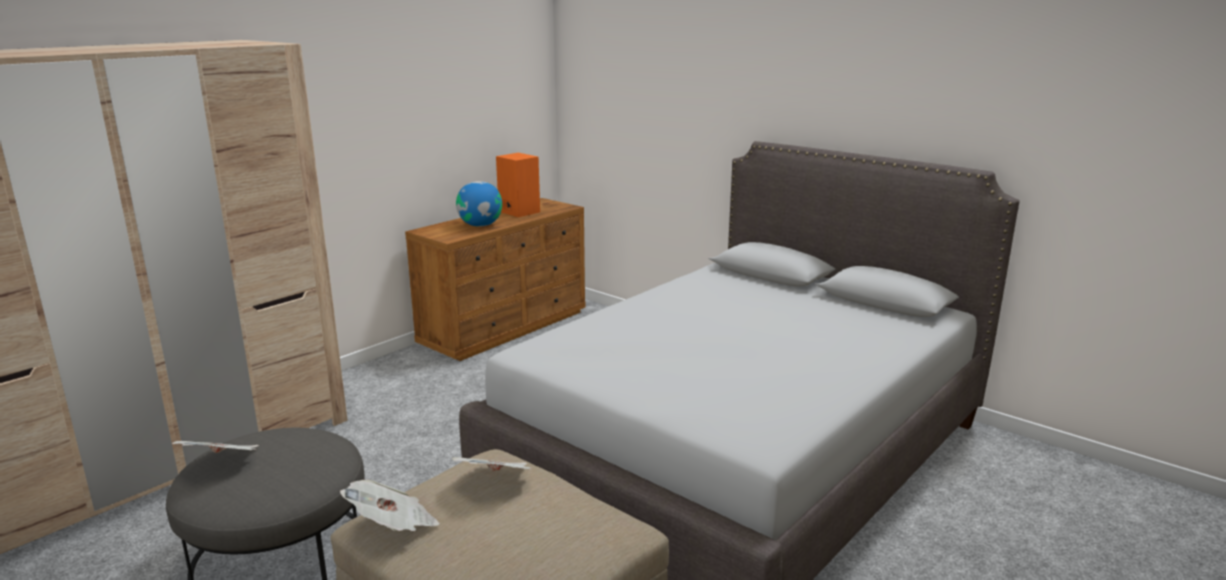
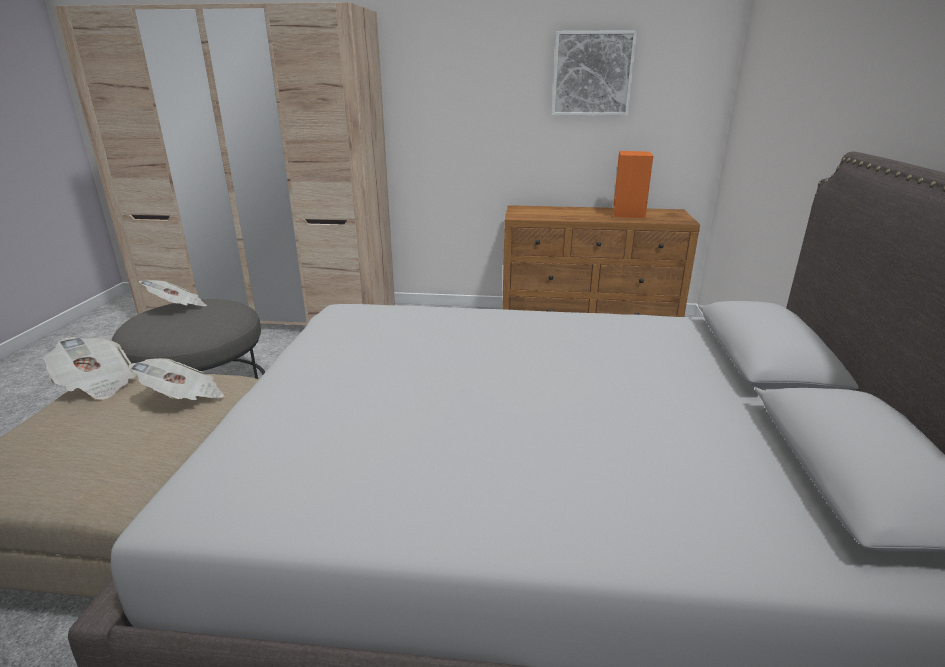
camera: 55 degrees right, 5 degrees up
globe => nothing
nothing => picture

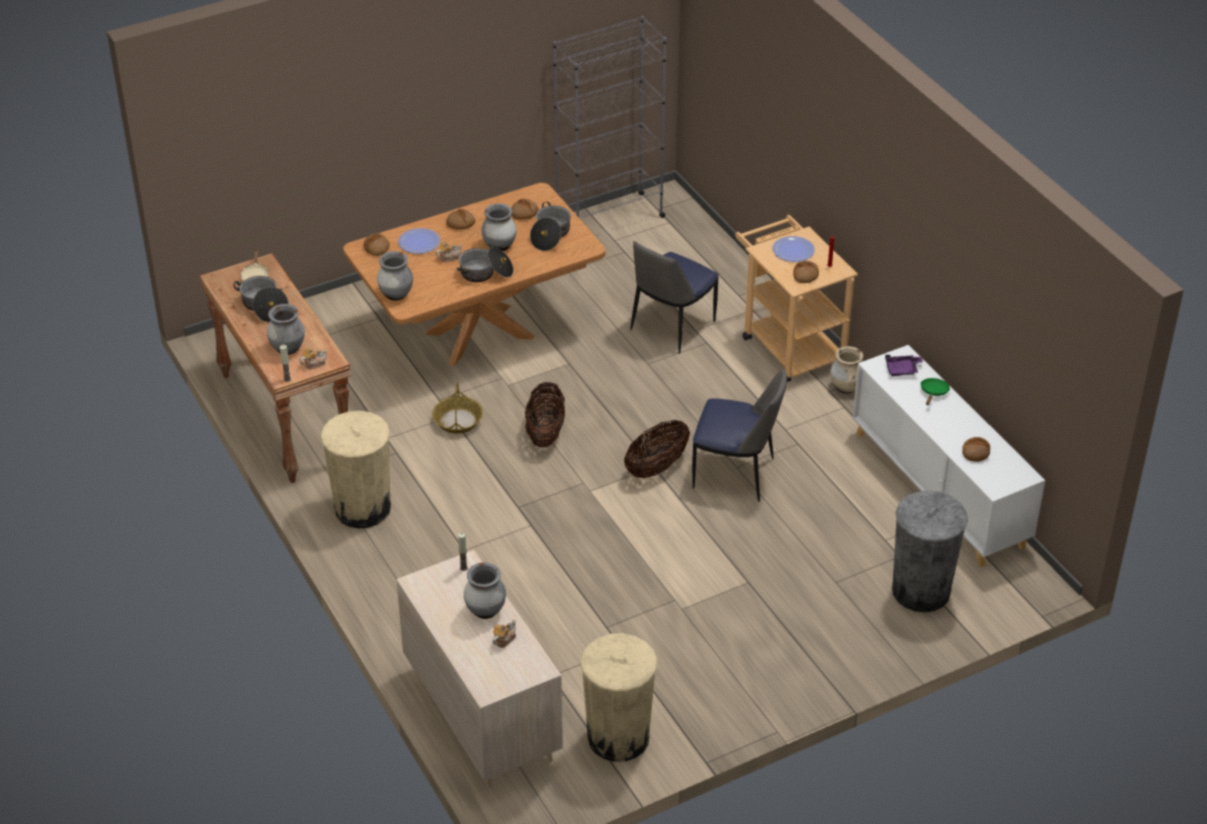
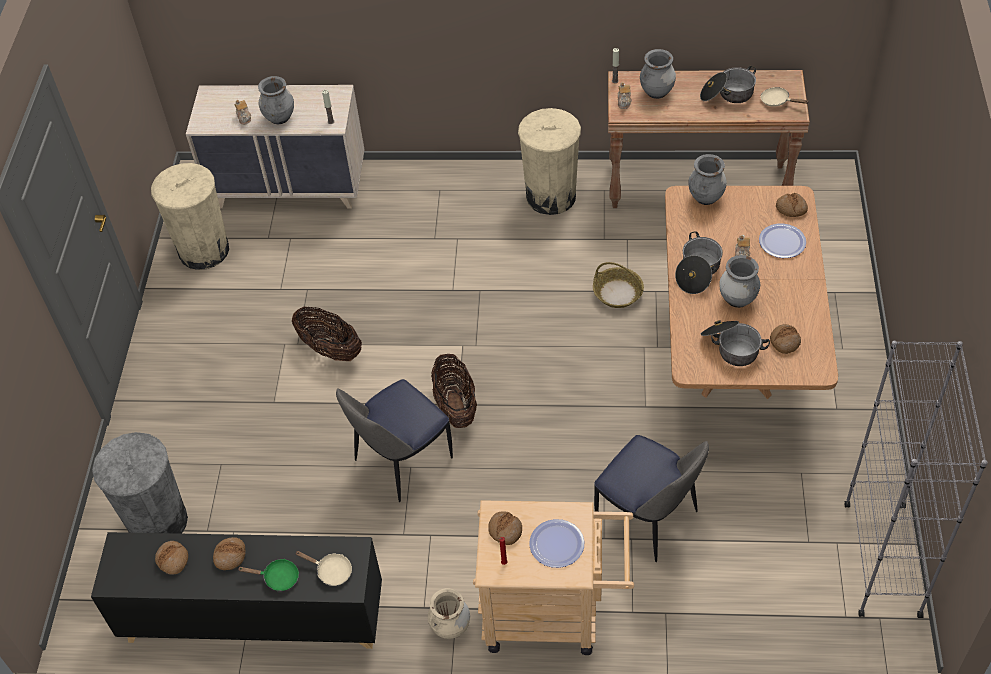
camera: 125 degrees right, 10 degrees up
bread (2nd from left), move
basket (2nd from left in the first image) => basket (1st from left), move
purple_tray => beige_frying_pan (1st from left)
white_cabinet => black_cabinet
chair (1st from left in the first image) => chair (2nd from left), 150 degrees clockwise
green_frying_pan, 45 degrees counterclockwise

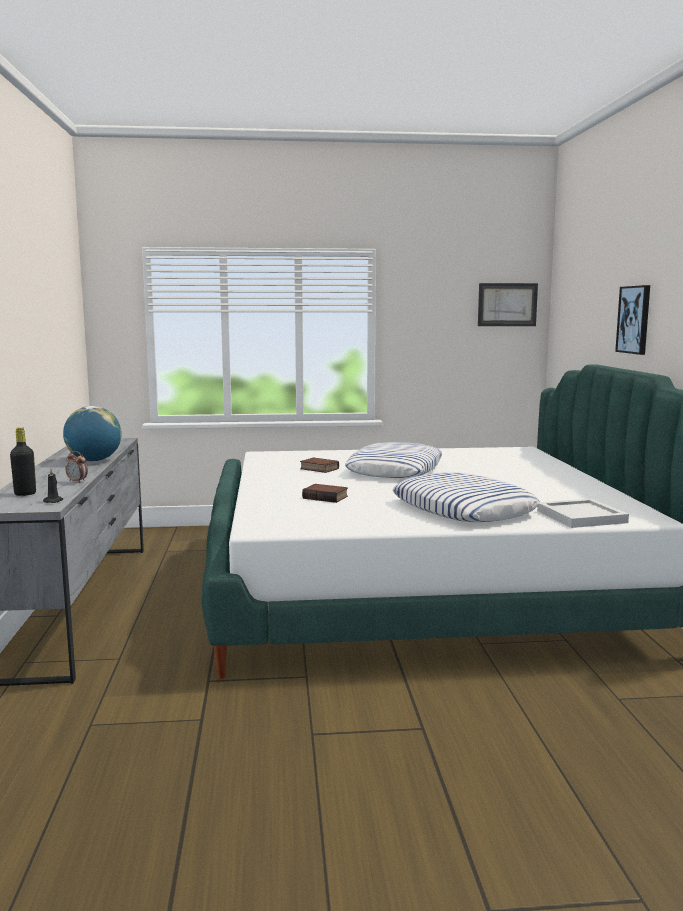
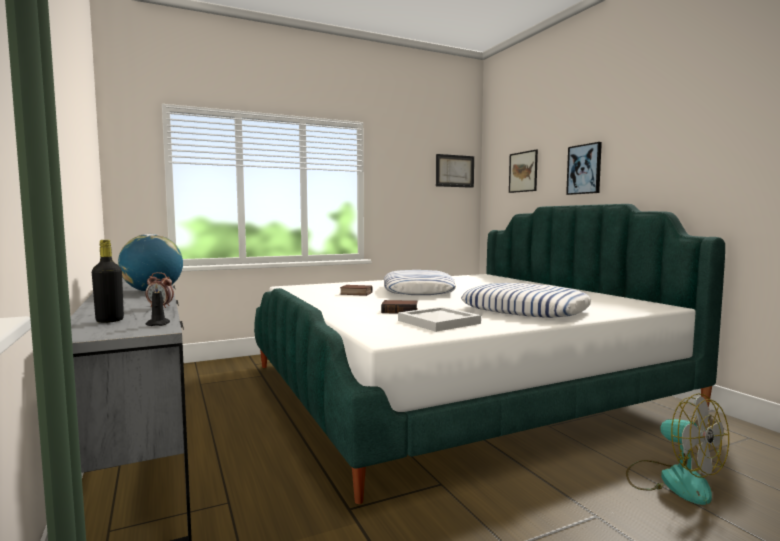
camera: 20 degrees left, 5 degrees down
nothing => picture (2nd from left)
nothing => fan
white_tray, move

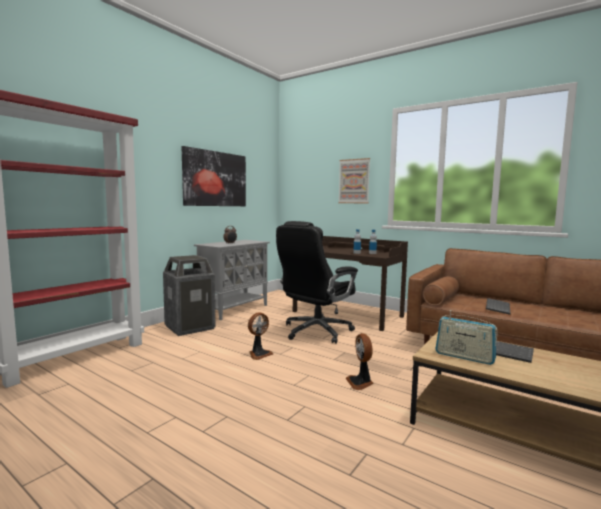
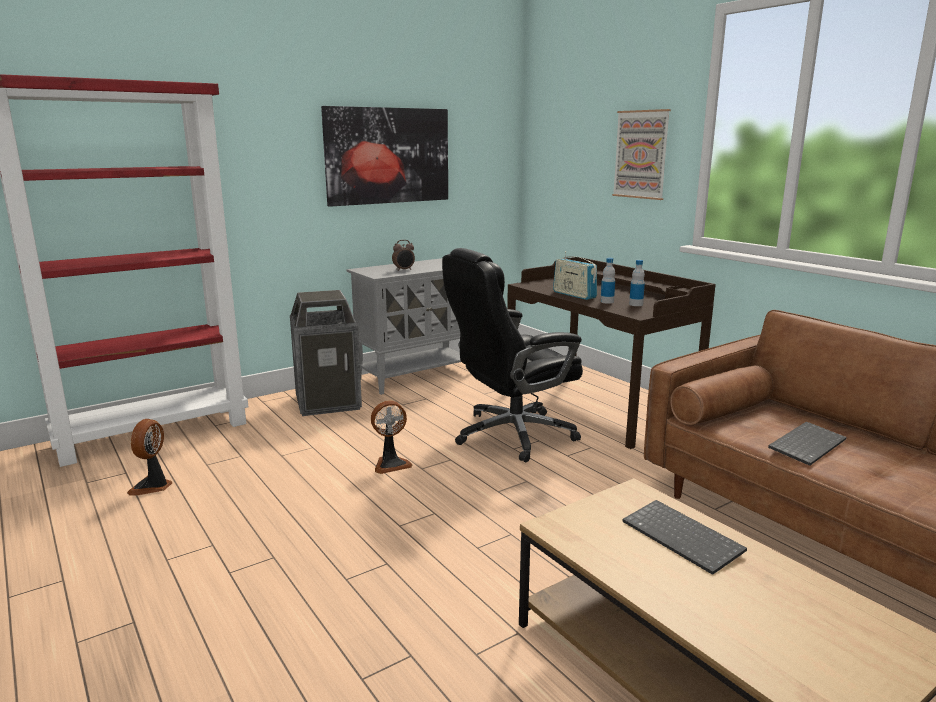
camera: 20 degrees right, 10 degrees up
fan (2nd from left in the first image) => fan (1st from left), move
radio, move

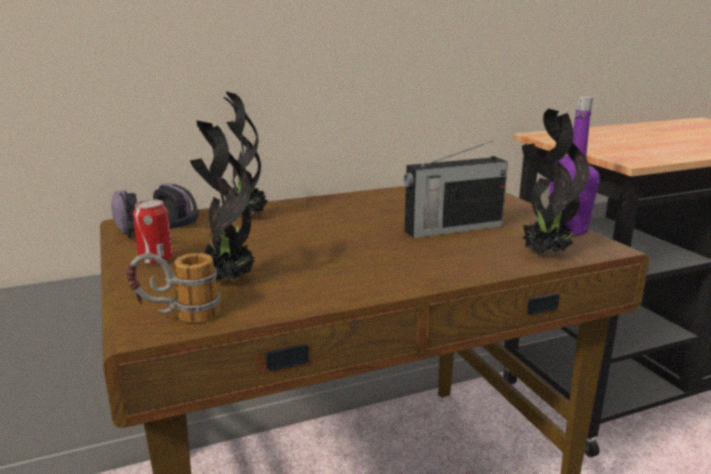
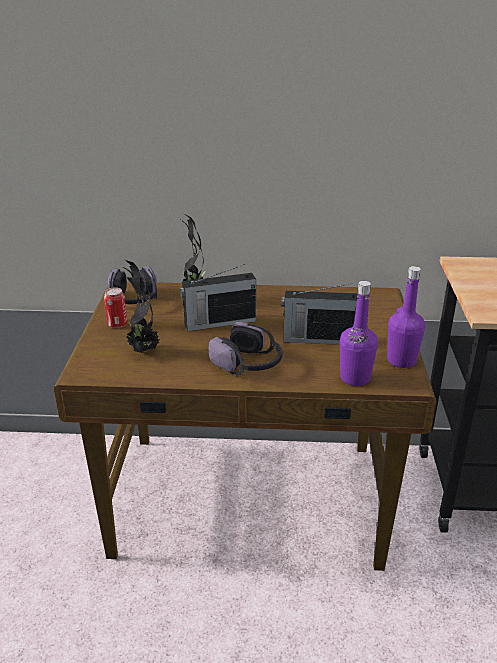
camera: 25 degrees right, 10 degrees up
mug => nothing
nothing => radio (1st from left)
nothing => headphones (2nd from left)
potted_plant (3rd from left) => purple_bottle (1st from left)

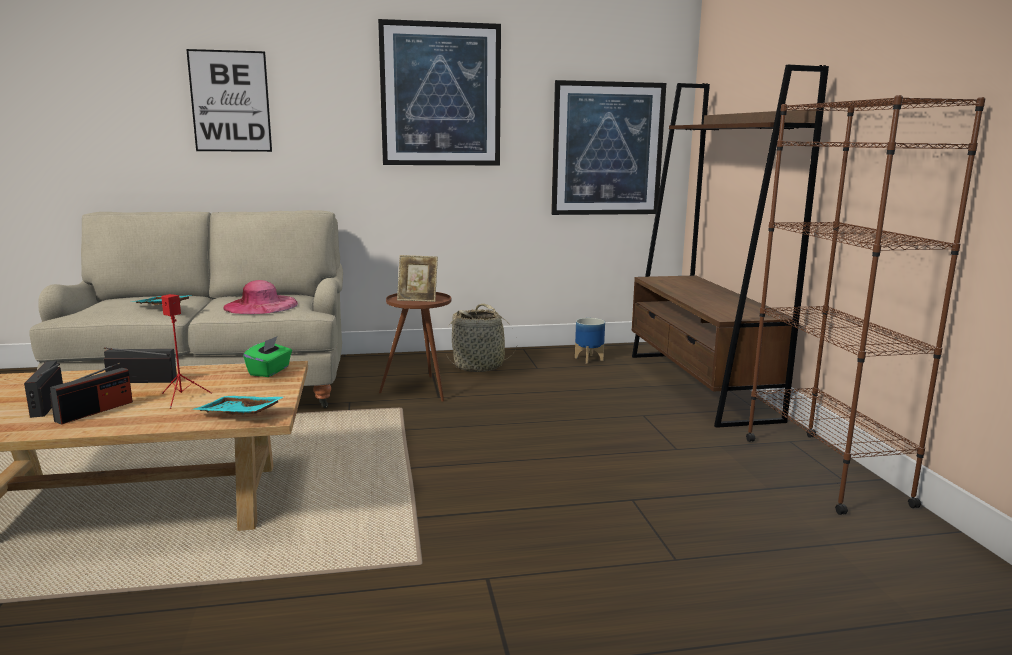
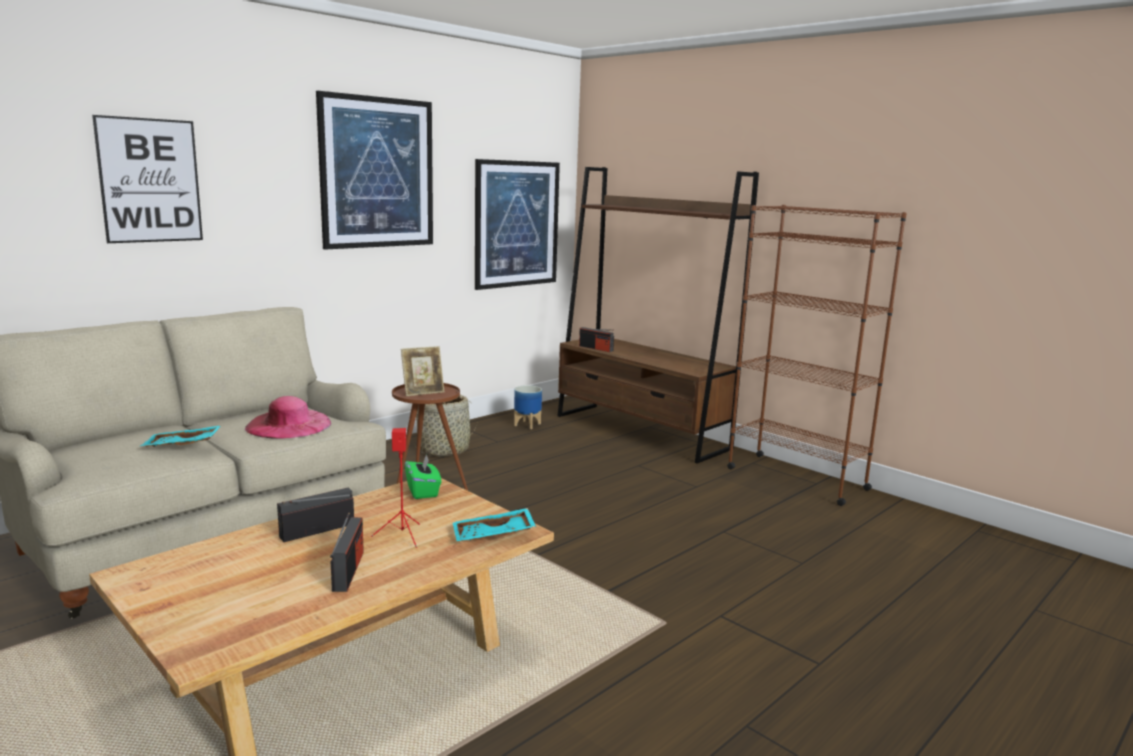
camera: 35 degrees left, 0 degrees up
radio (1st from left in the first image) => radio (3rd from left), move

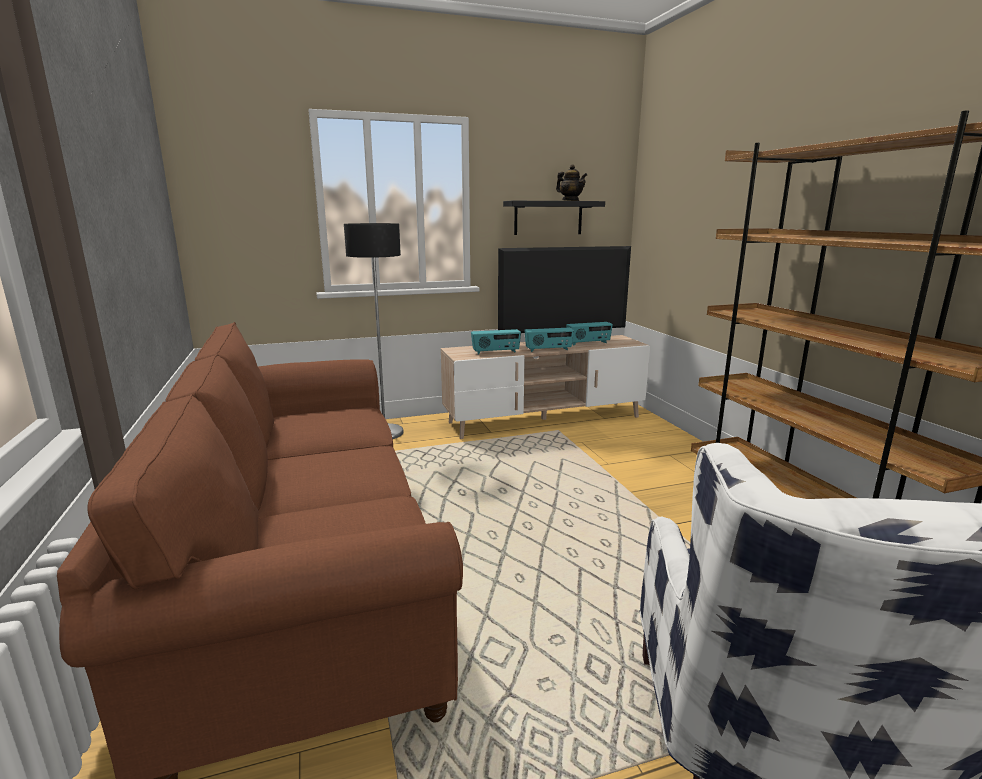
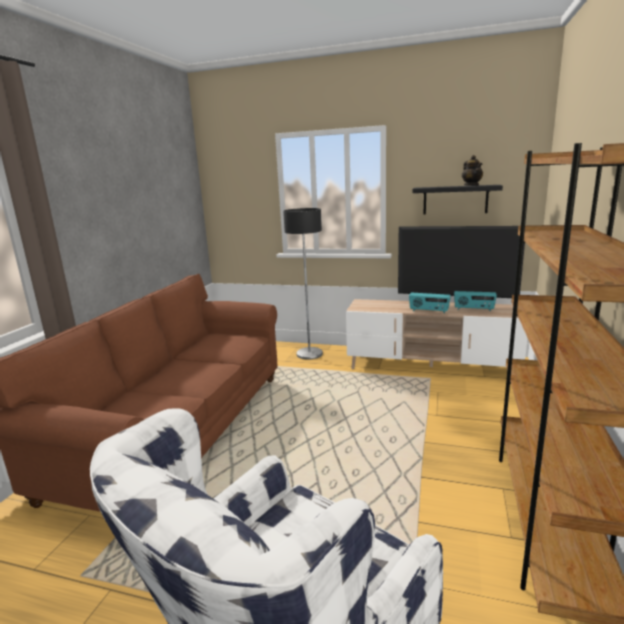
camera: 35 degrees right, 0 degrees up
radio (1st from left) => nothing

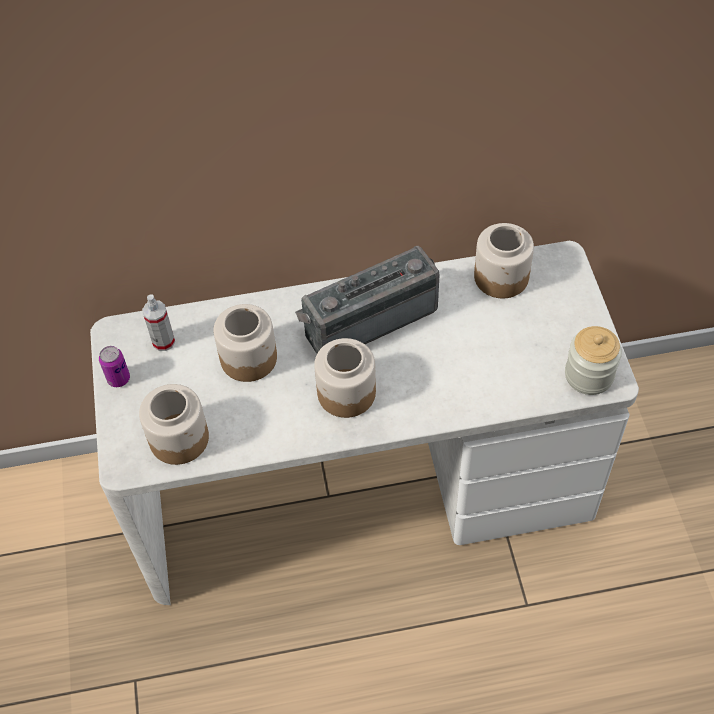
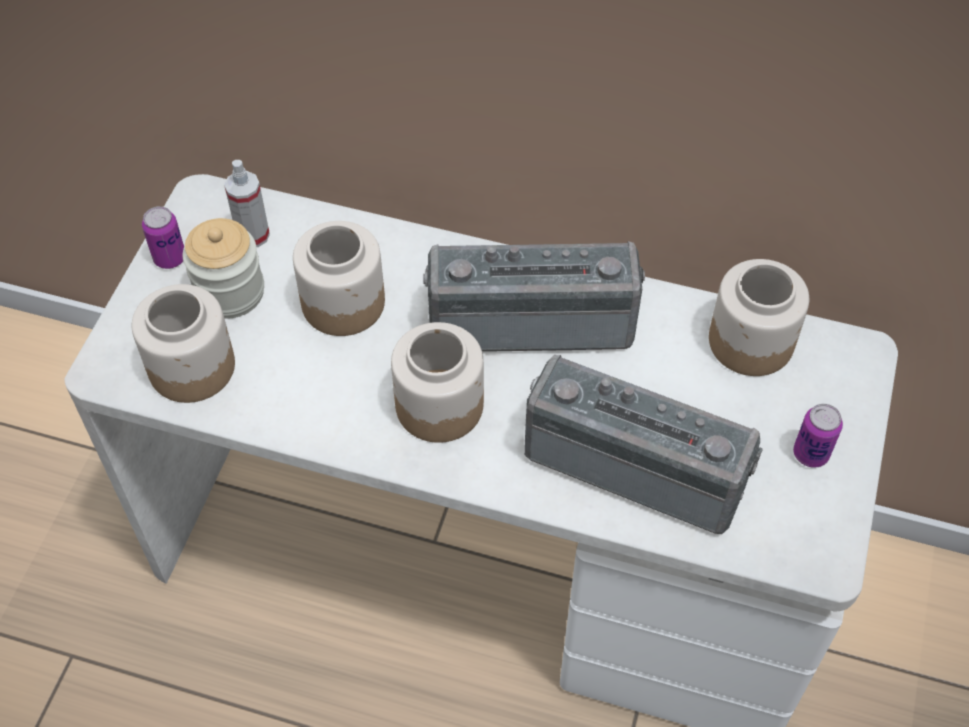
camera: 25 degrees right, 0 degrees up
nothing => radio (2nd from left)
nothing => can (2nd from left)
jar (5th from left in the first image) => jar (2nd from left), move

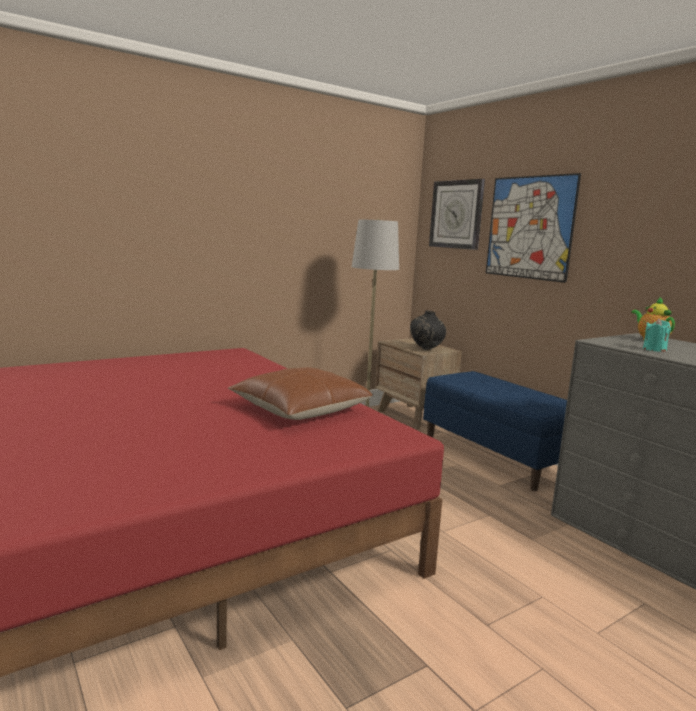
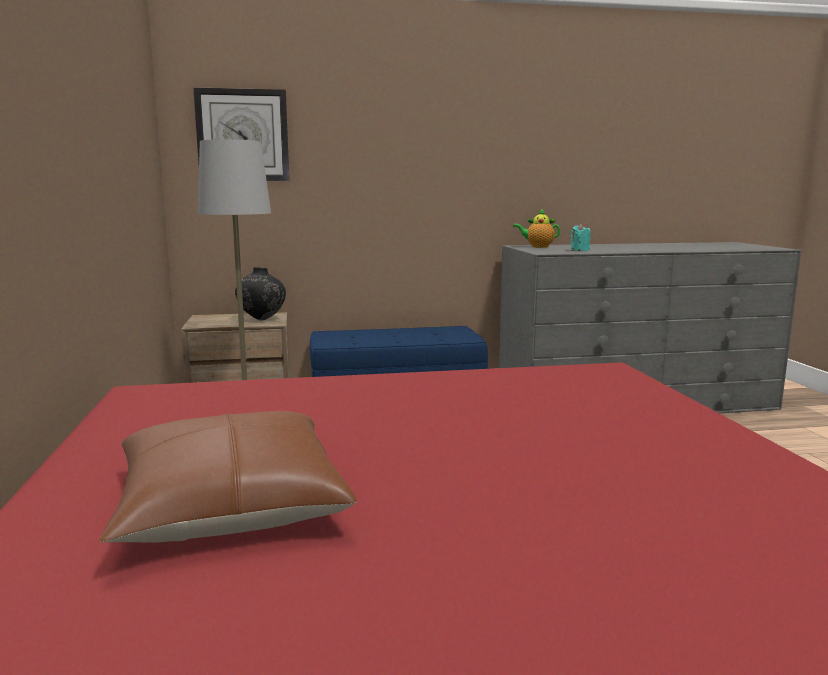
camera: 65 degrees left, 0 degrees up
picture => nothing
brown_pillow, move

